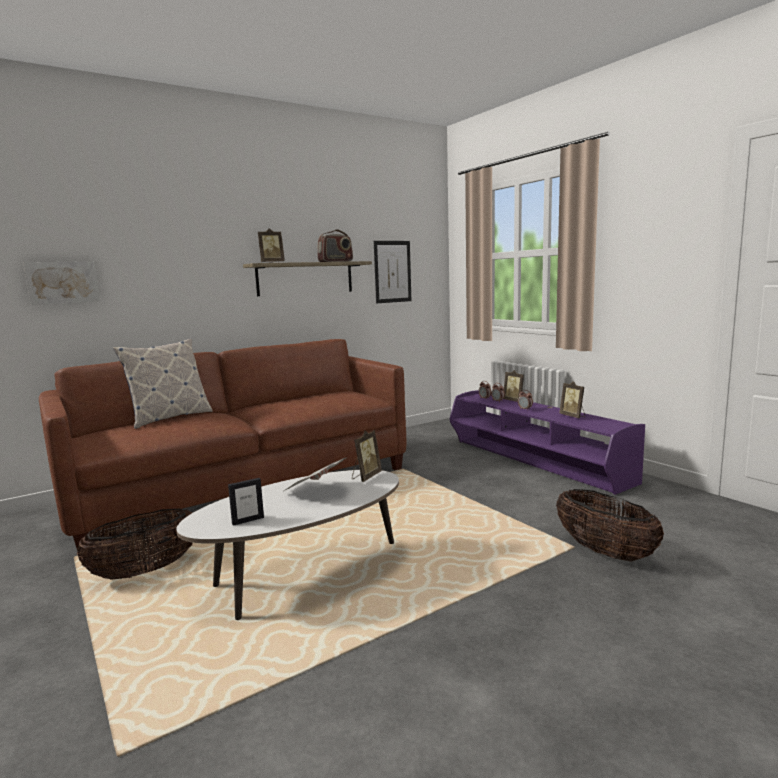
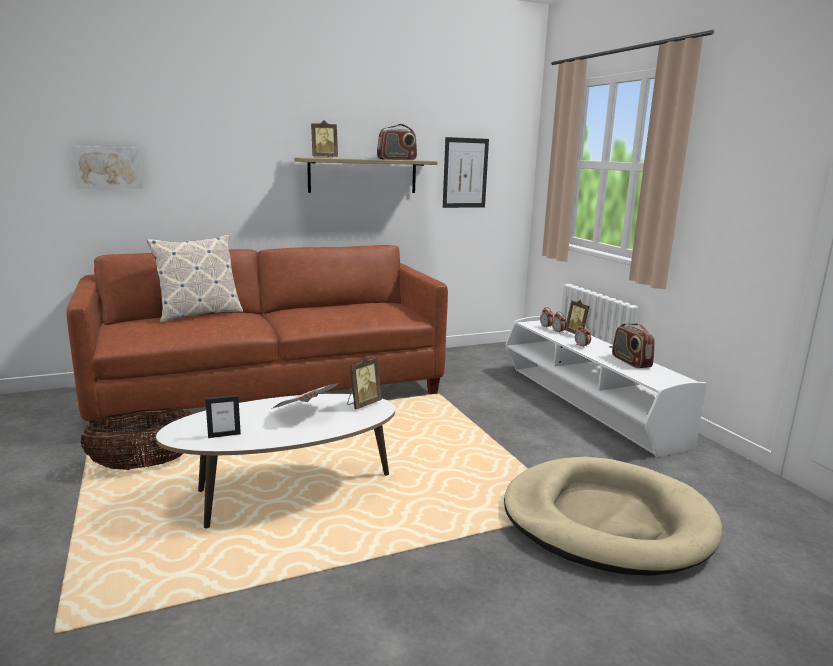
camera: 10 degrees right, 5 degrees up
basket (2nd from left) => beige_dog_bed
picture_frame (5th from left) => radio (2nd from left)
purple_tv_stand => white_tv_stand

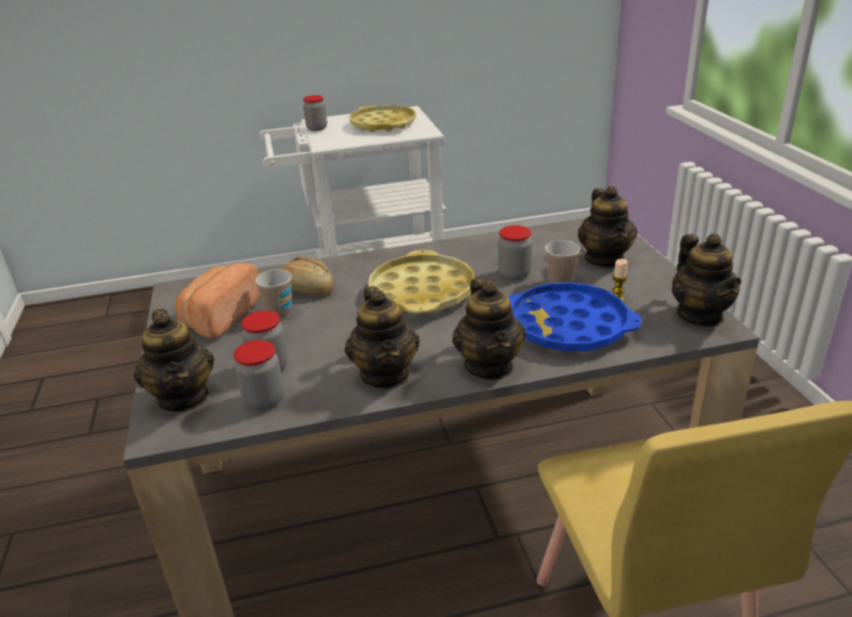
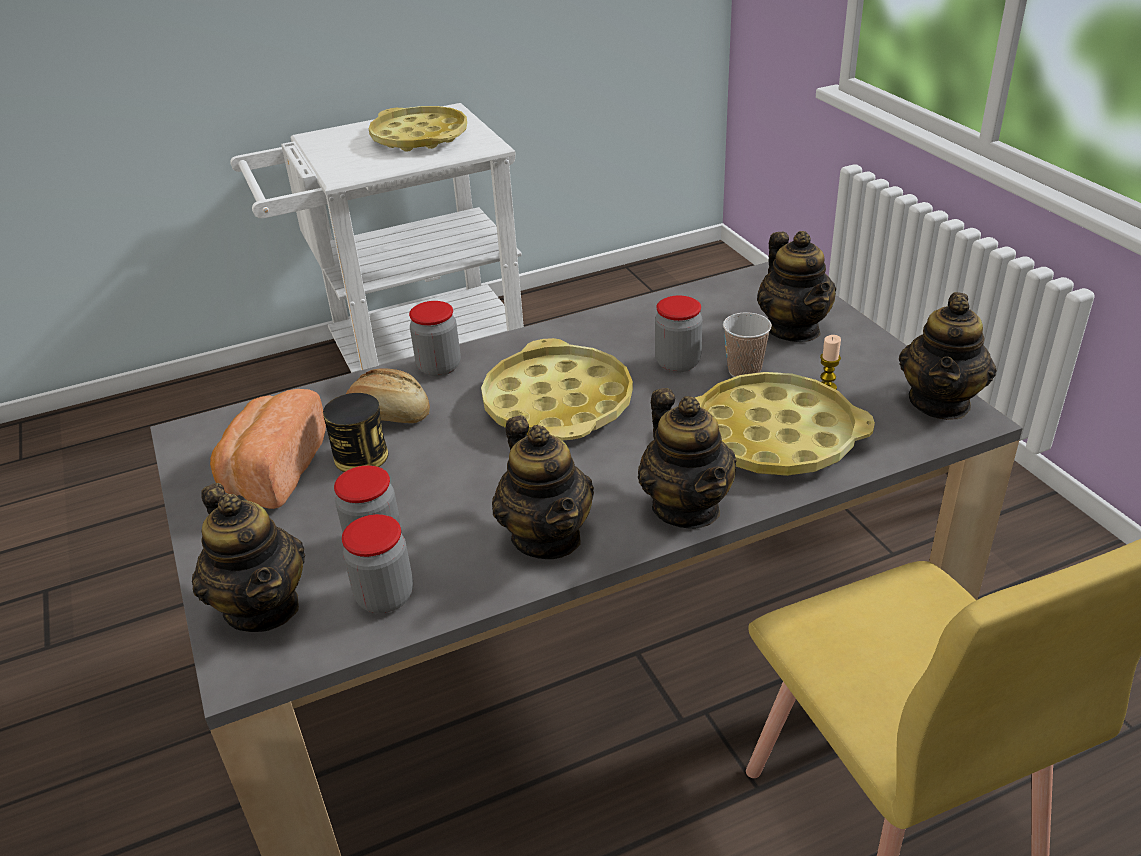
camera: 10 degrees left, 5 degrees up
jar (3rd from left), move
cup (1st from left) => can
blue_tray => yellow_tray (3rd from left)
teapot (5th from left), 45 degrees clockwise

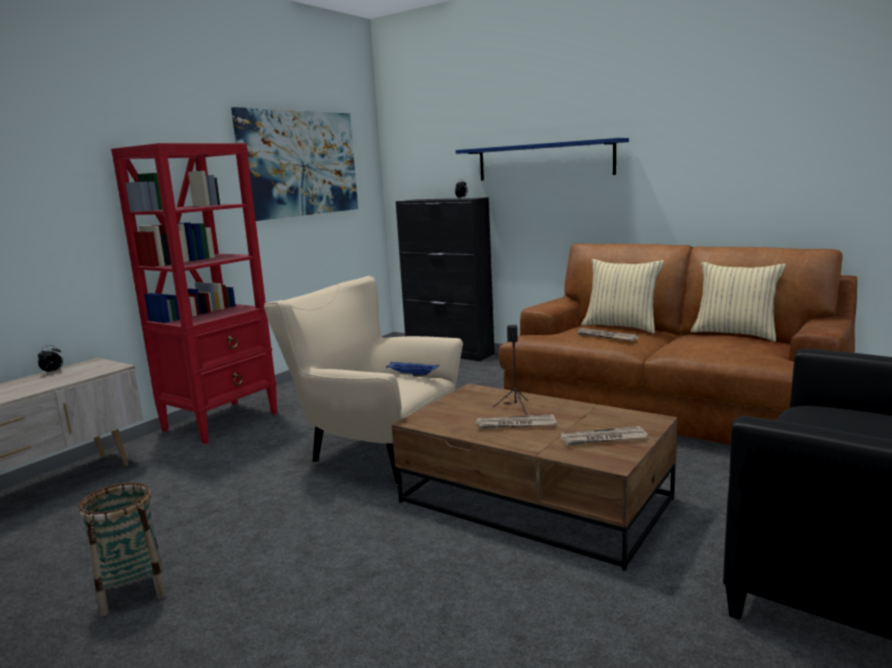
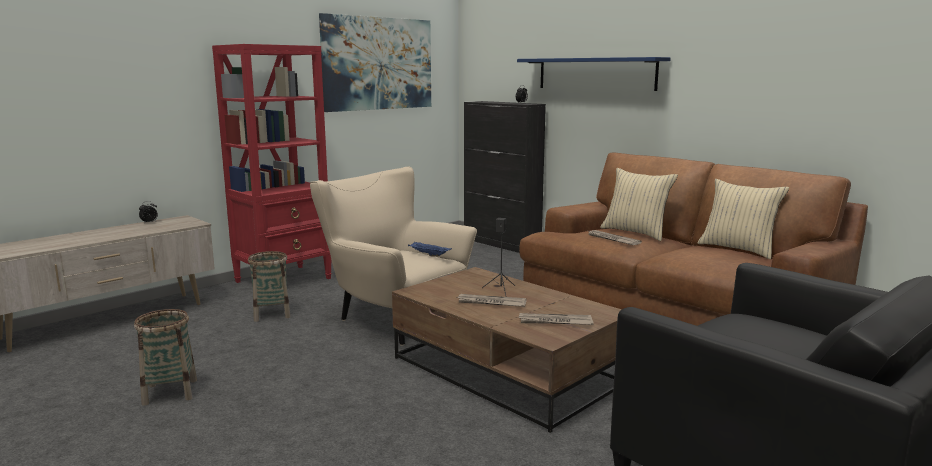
camera: 10 degrees right, 0 degrees up
nothing => basket (2nd from left)

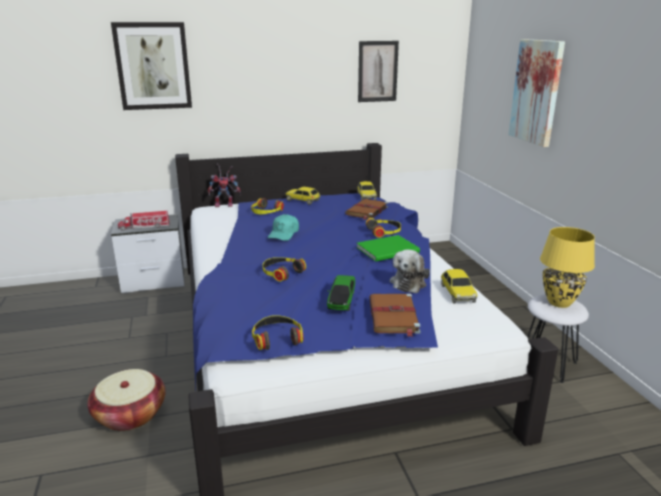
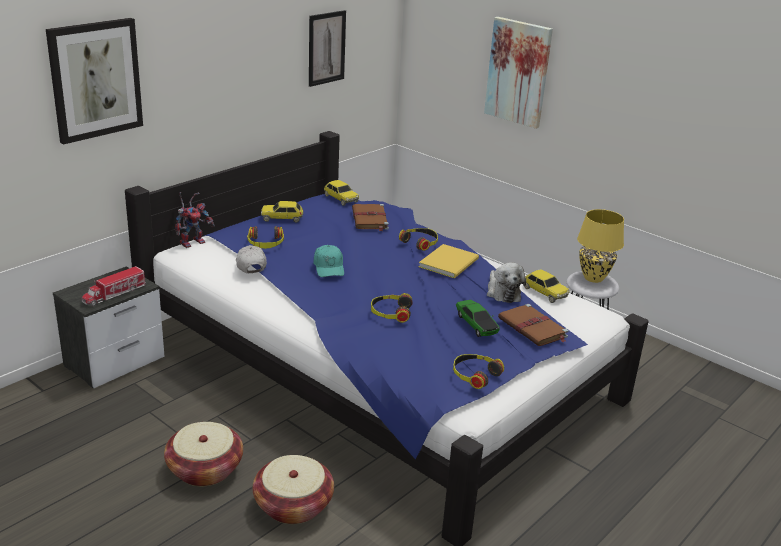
camera: 35 degrees left, 5 degrees up
nothing => basket (1st from left)
nothing => white_cap
green_book => yellow_book

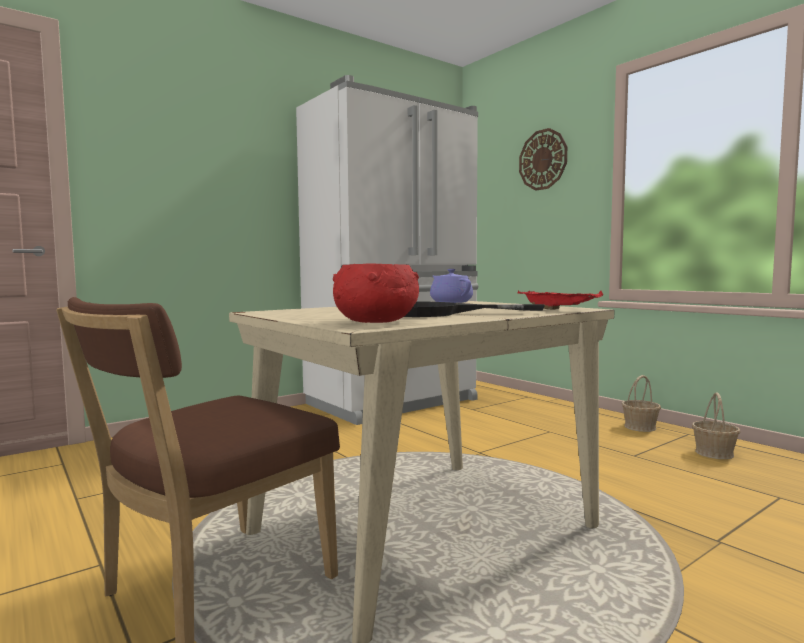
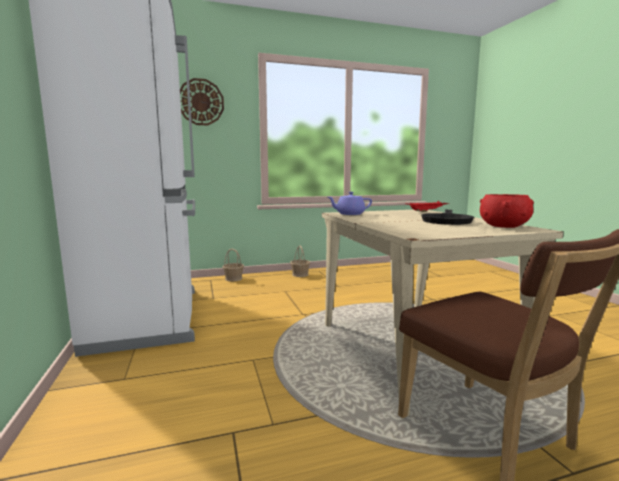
camera: 70 degrees left, 5 degrees up
basket (2nd from left in the first image) => basket (1st from left), move

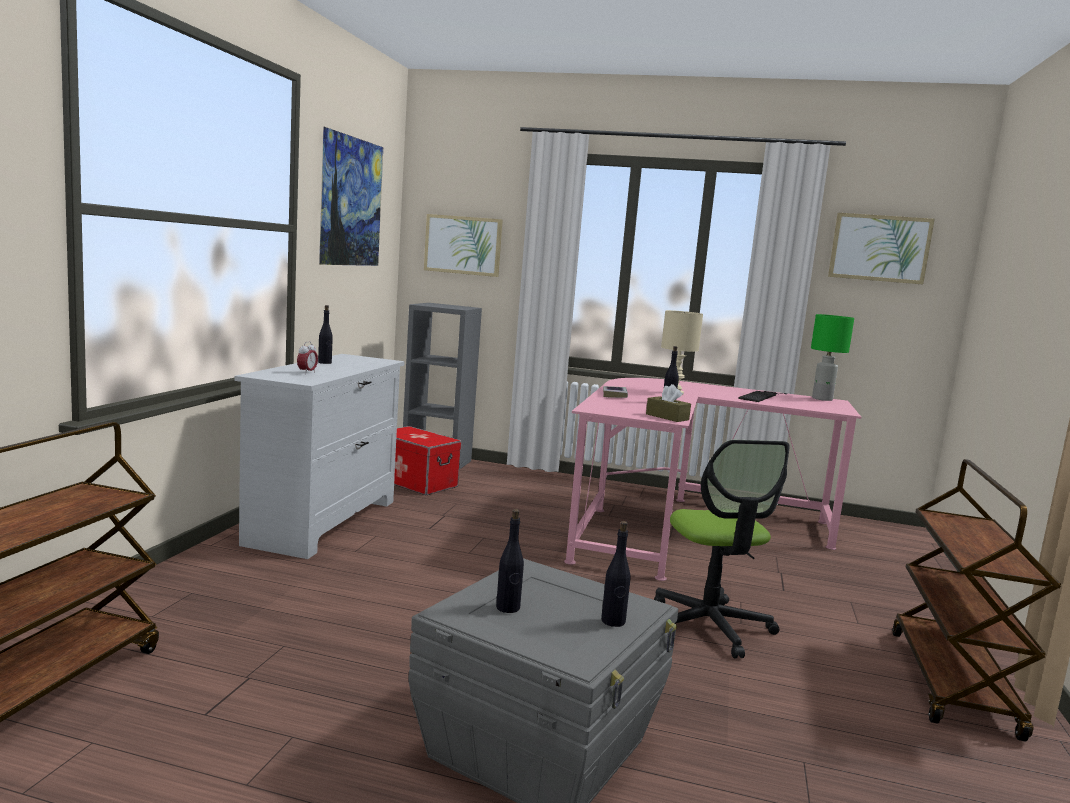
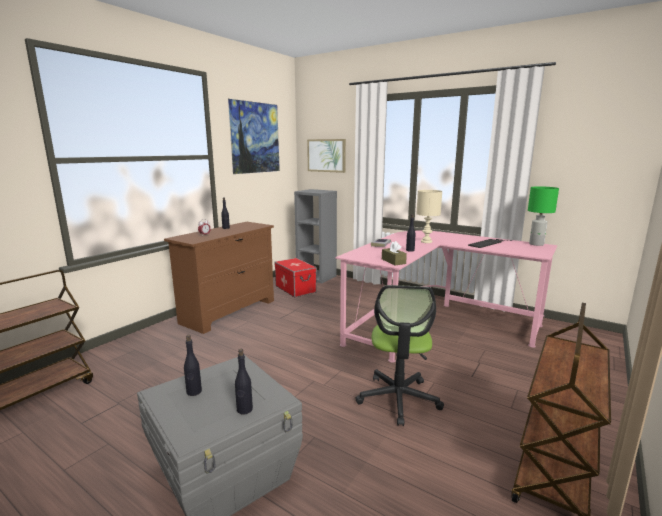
camera: 20 degrees right, 5 degrees up
picture (3rd from left) => nothing
white_dresser => brown_dresser

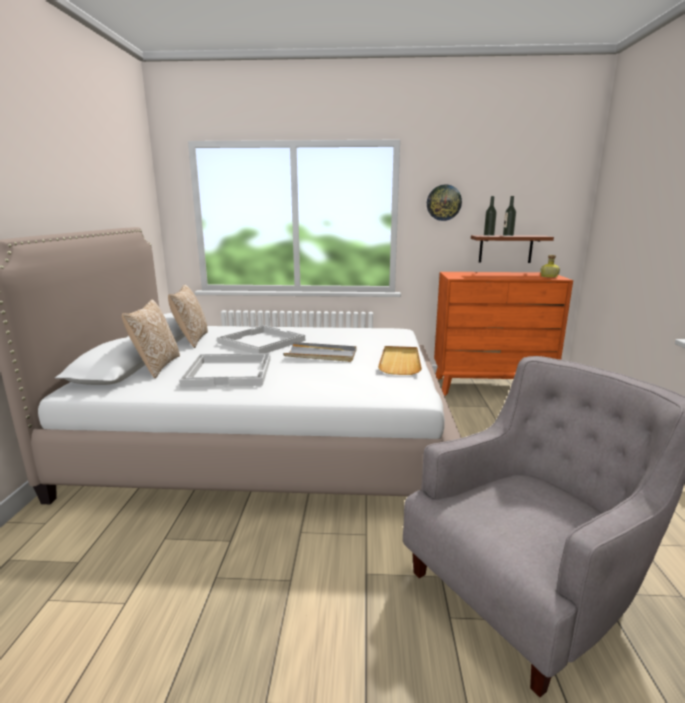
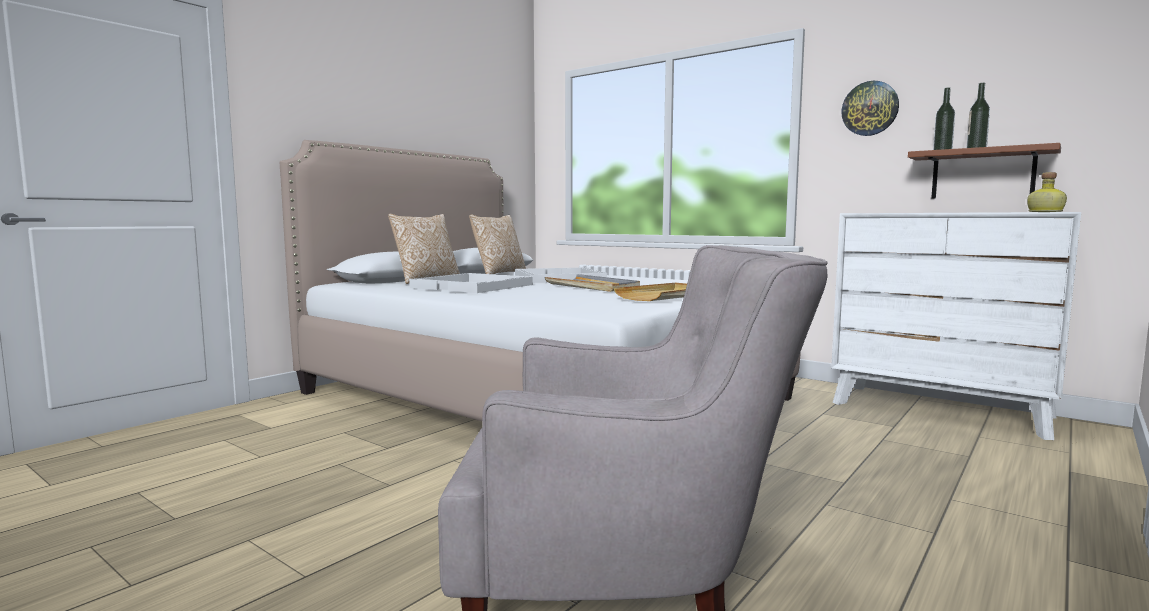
camera: 35 degrees right, 10 degrees down
orange_dresser => white_dresser

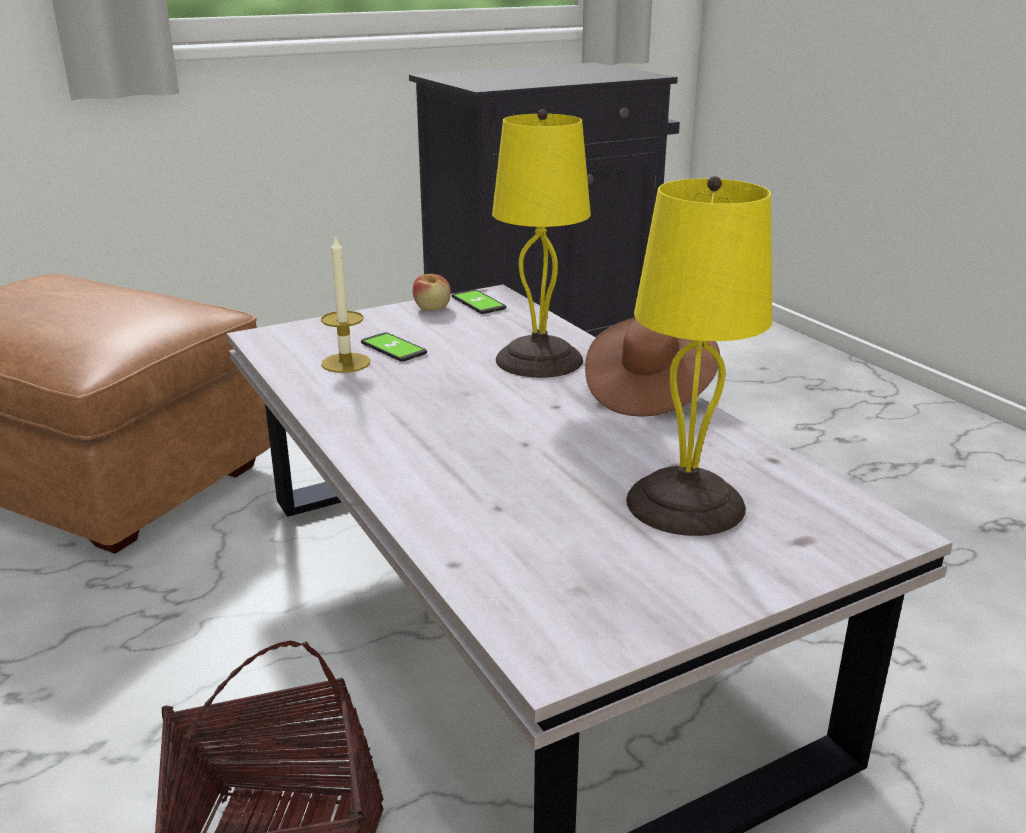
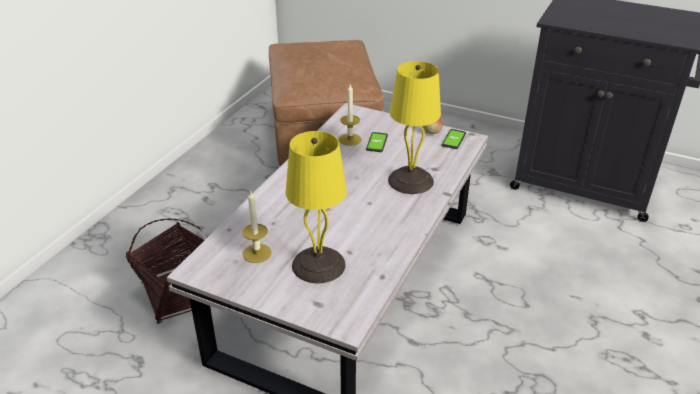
camera: 55 degrees right, 10 degrees up
brown_hat => nothing
nothing => candle (1st from left)

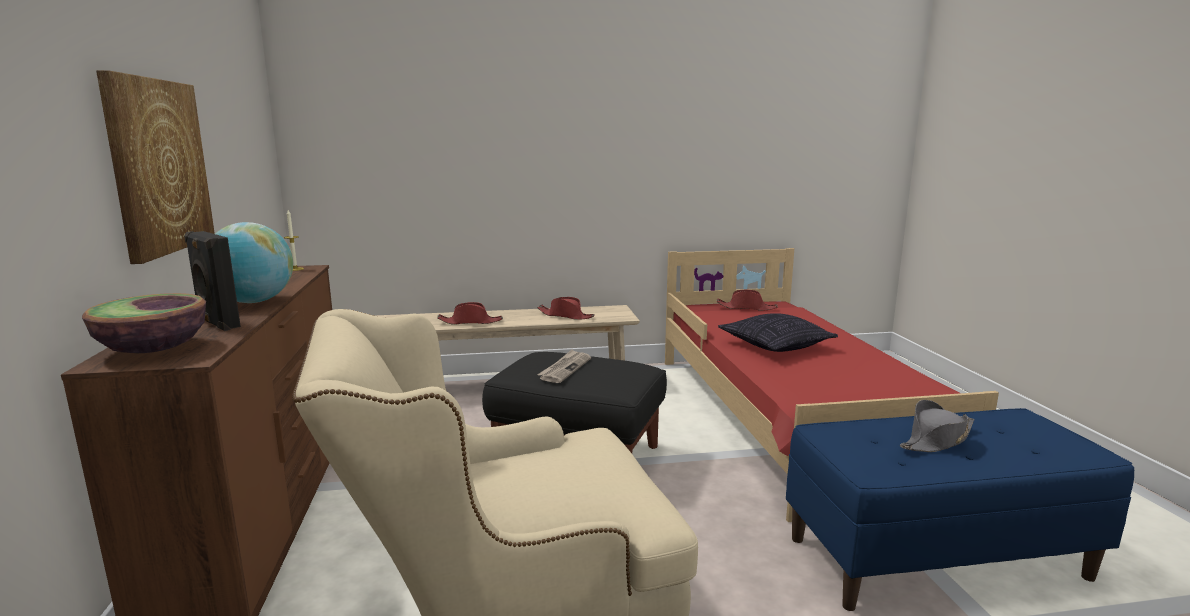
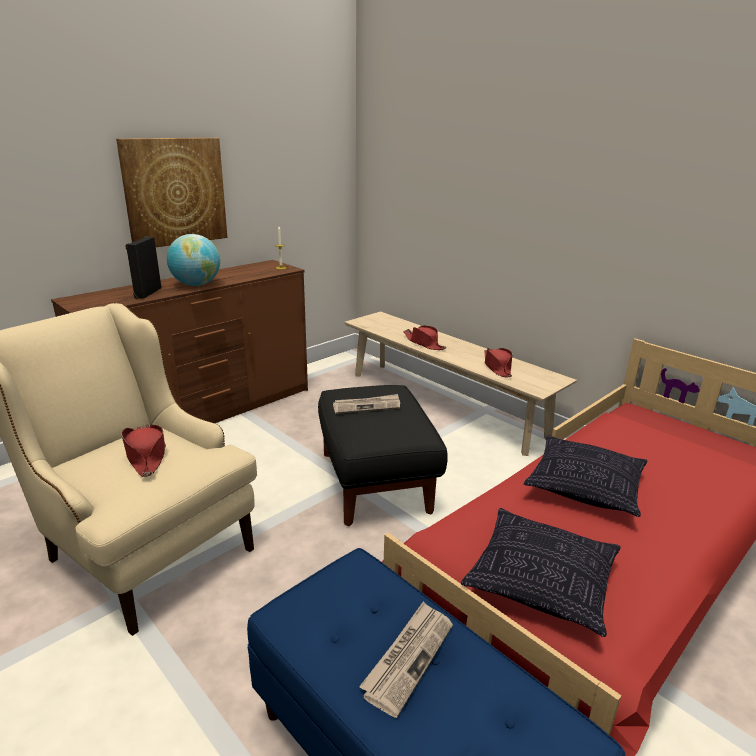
camera: 55 degrees right, 10 degrees up
bowl => nothing
nothing => pillow (1st from left)
red_hat (3rd from left in the first image) => red_hat (1st from left), move
grey_hat => newspaper (2nd from left)

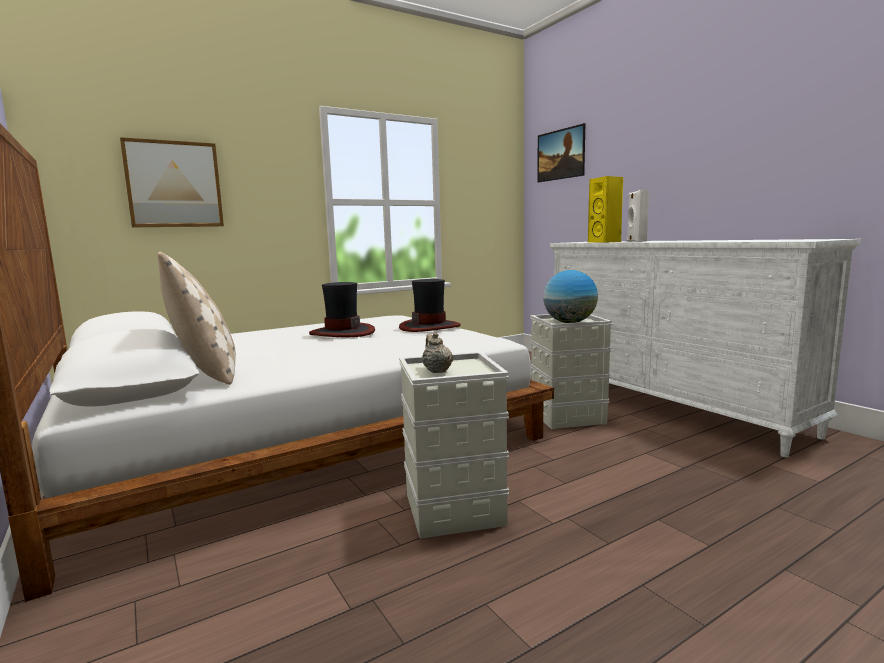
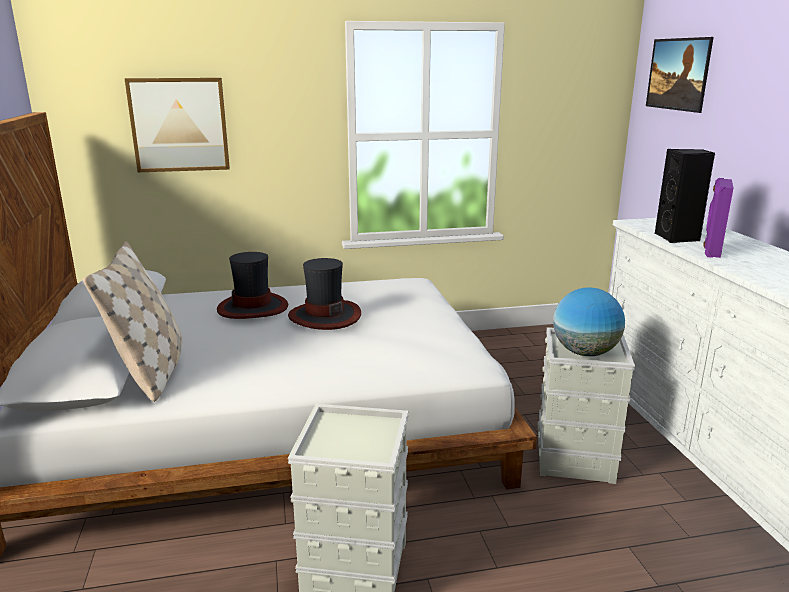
camera: 20 degrees right, 10 degrees up
beige_teapot => nothing
hat (2nd from left in the first image) => hat (1st from left), move
yellow_speaker => black_speaker
white_speaker => purple_speaker

